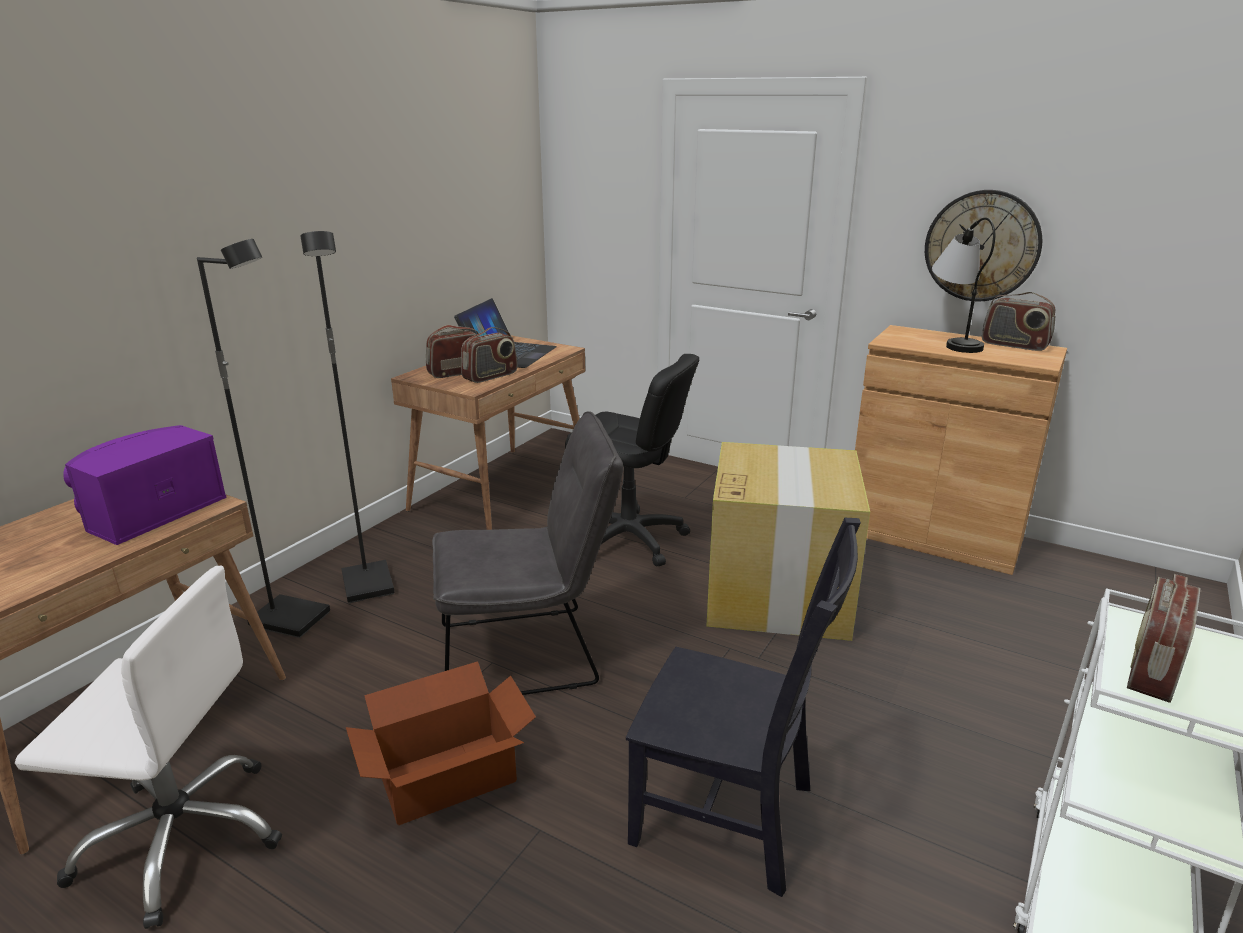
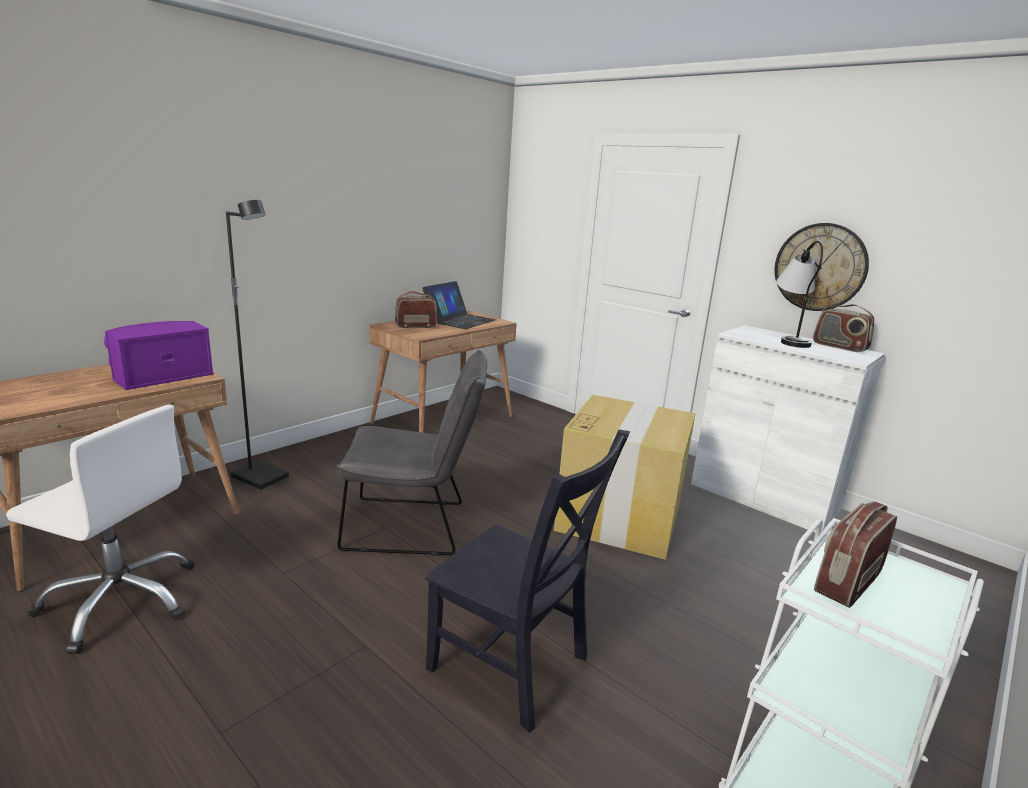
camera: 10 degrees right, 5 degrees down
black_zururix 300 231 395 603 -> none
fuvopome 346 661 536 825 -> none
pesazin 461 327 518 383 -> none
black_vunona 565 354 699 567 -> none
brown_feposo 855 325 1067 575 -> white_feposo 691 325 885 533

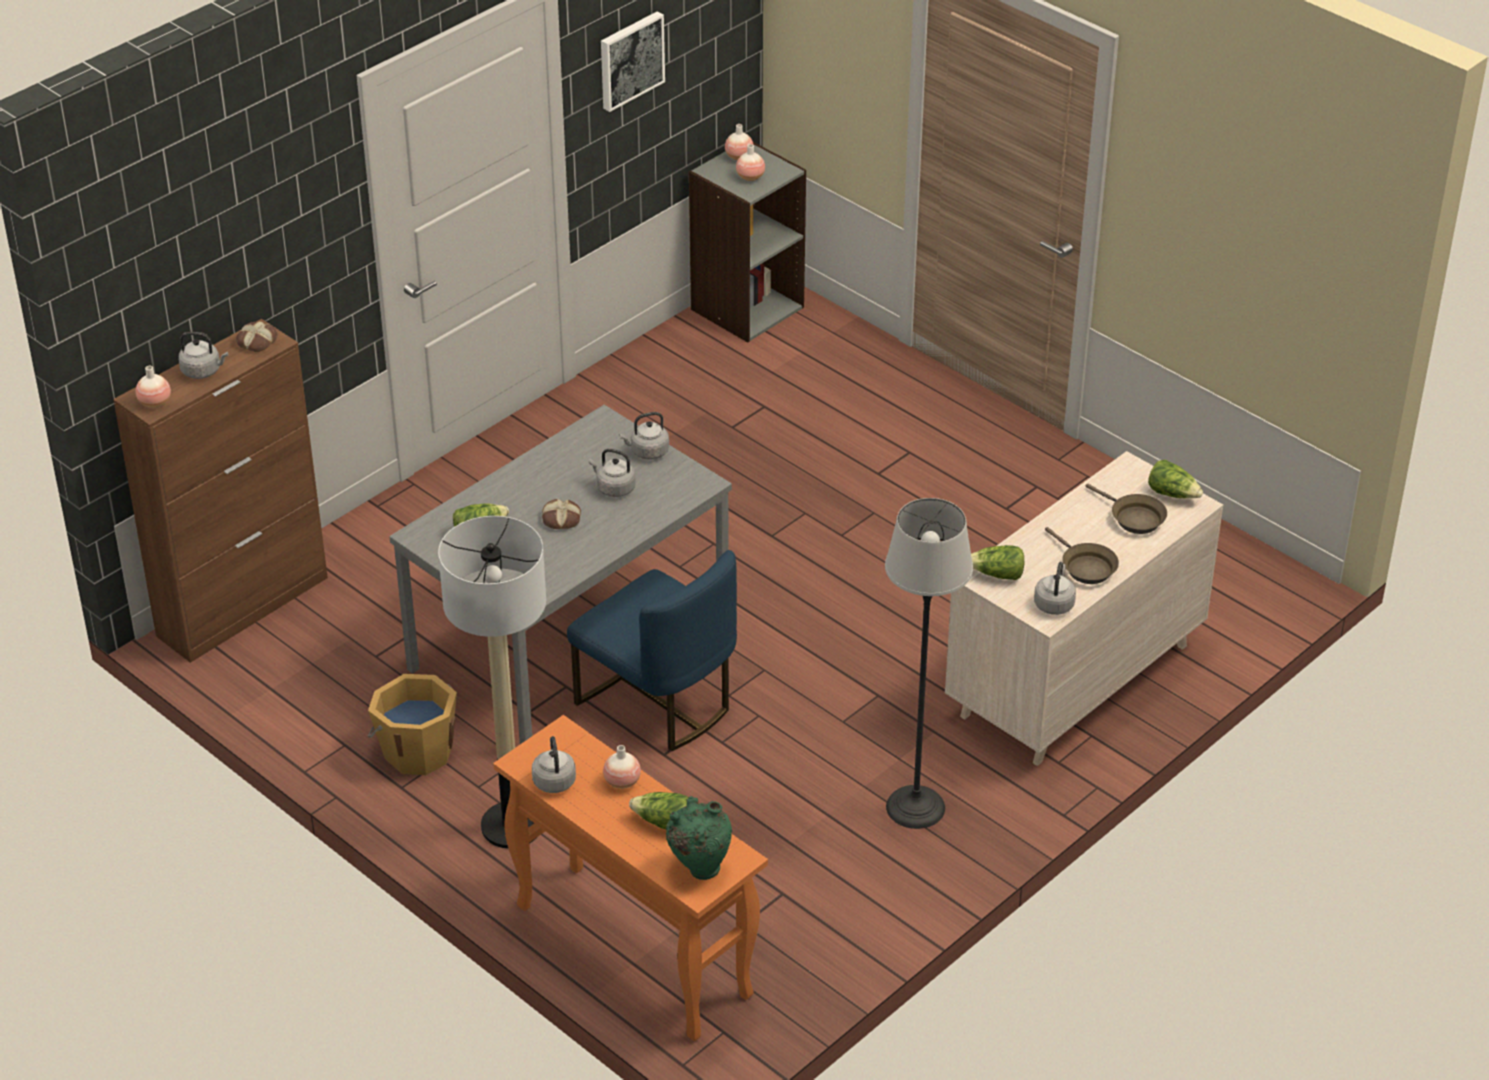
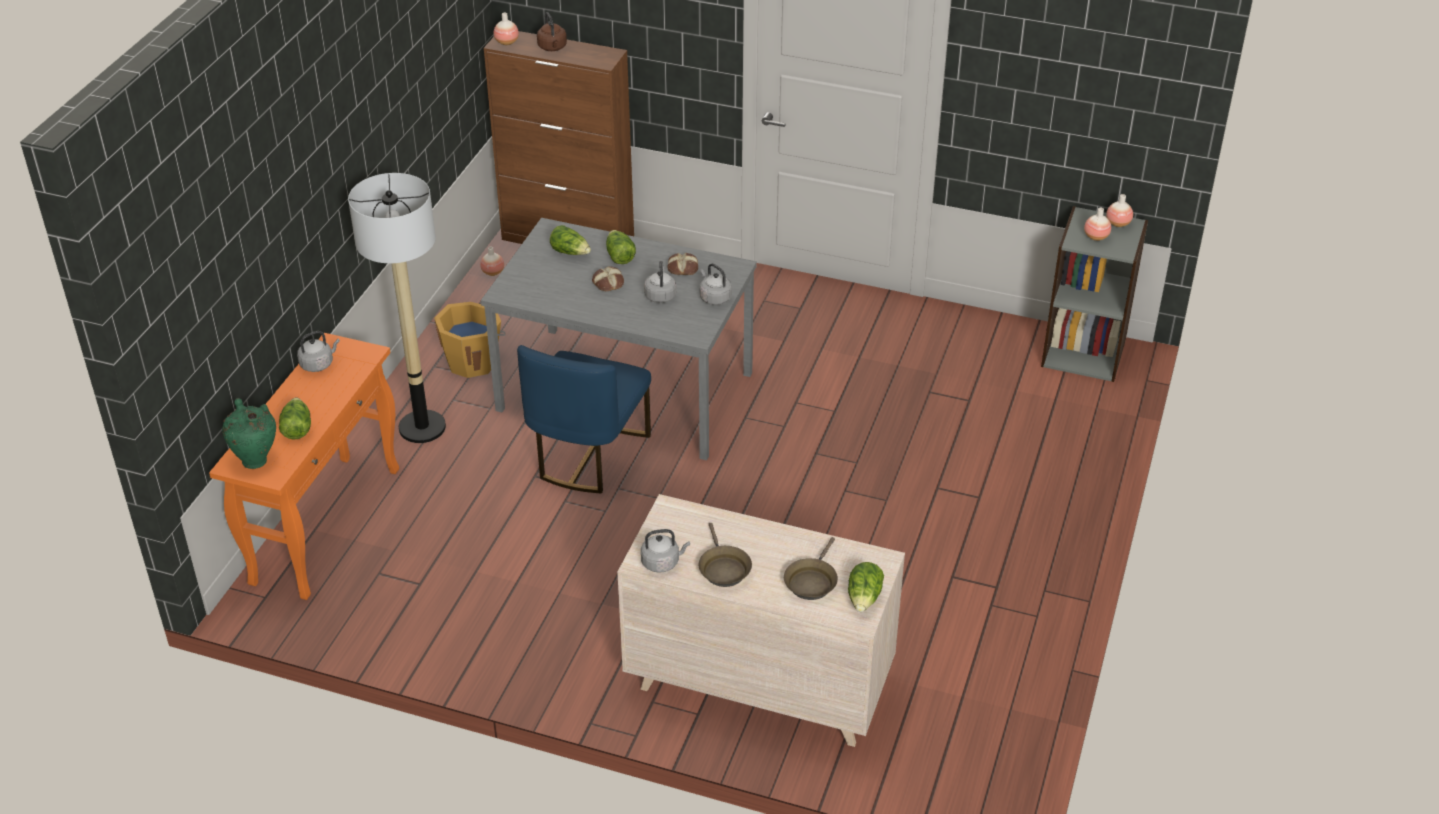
camera: 65 degrees right, 0 degrees up
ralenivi 601 11 665 112 -> none
zururix 885 498 973 829 -> none
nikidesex 236 321 278 352 -> nikidesex 667 253 698 275, relocated
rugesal 603 745 641 789 -> rugesal 480 246 504 276, relocated
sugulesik 971 545 1025 580 -> sugulesik 606 230 636 264, relocated
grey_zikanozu 178 332 228 379 -> brown_zikanozu 537 12 567 51
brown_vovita 1045 527 1119 584 -> brown_vovita 699 523 752 587, 45 degrees counterclockwise

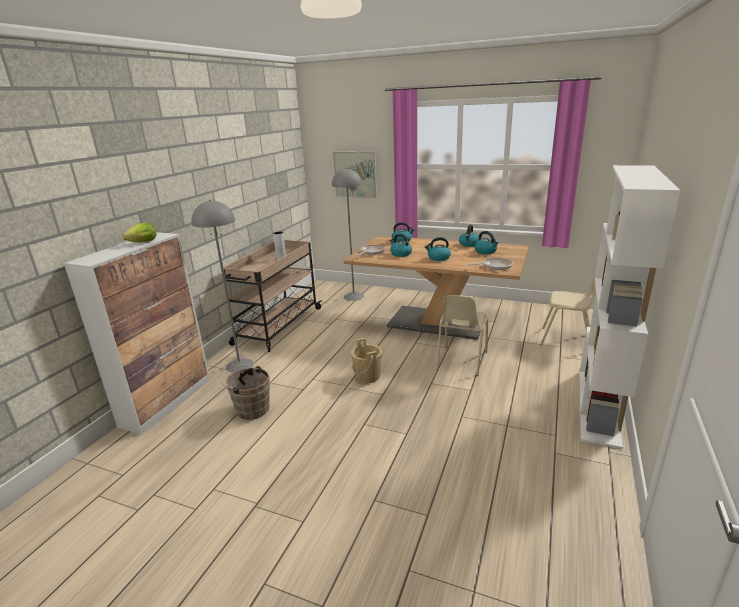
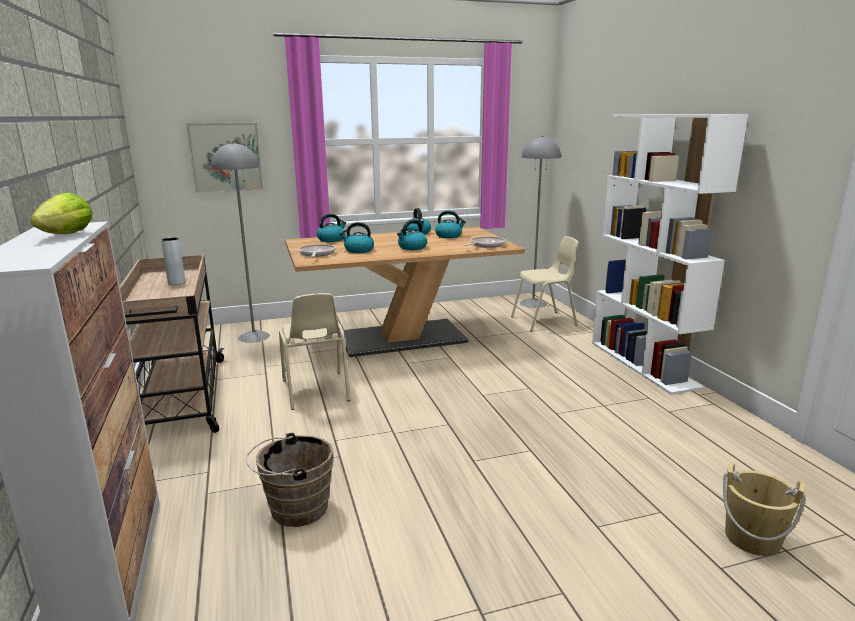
camera: 40 degrees left, 5 degrees down
grey_zururix 191 200 254 372 -> grey_zururix 520 136 561 308, relocated
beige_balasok 351 338 382 383 -> beige_balasok 723 462 806 556, relocated
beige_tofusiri 436 295 488 376 -> beige_tofusiri 279 293 350 410, relocated

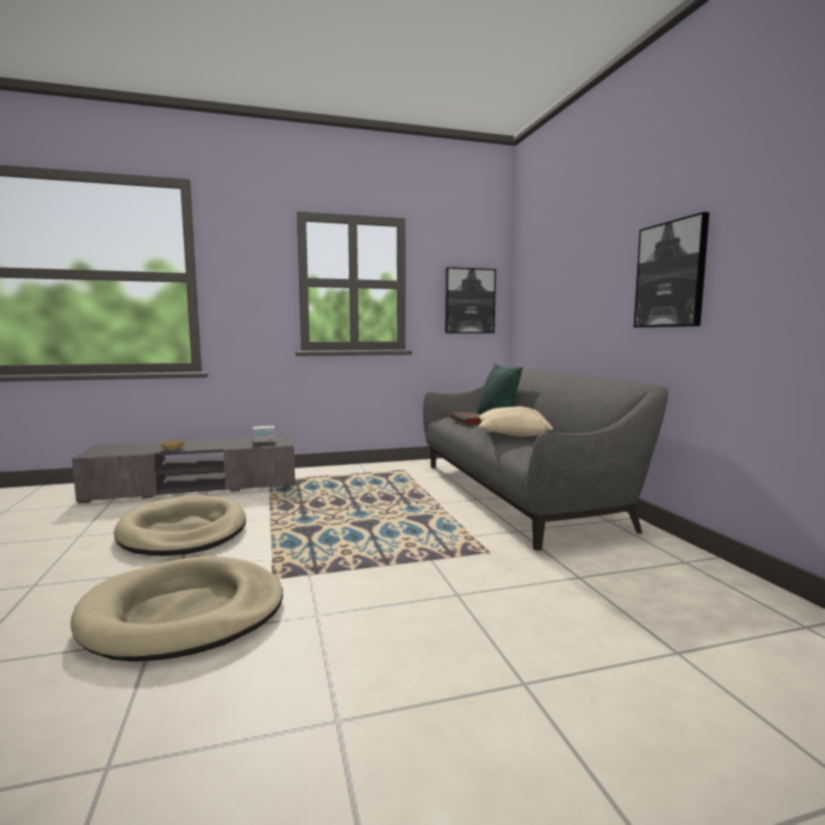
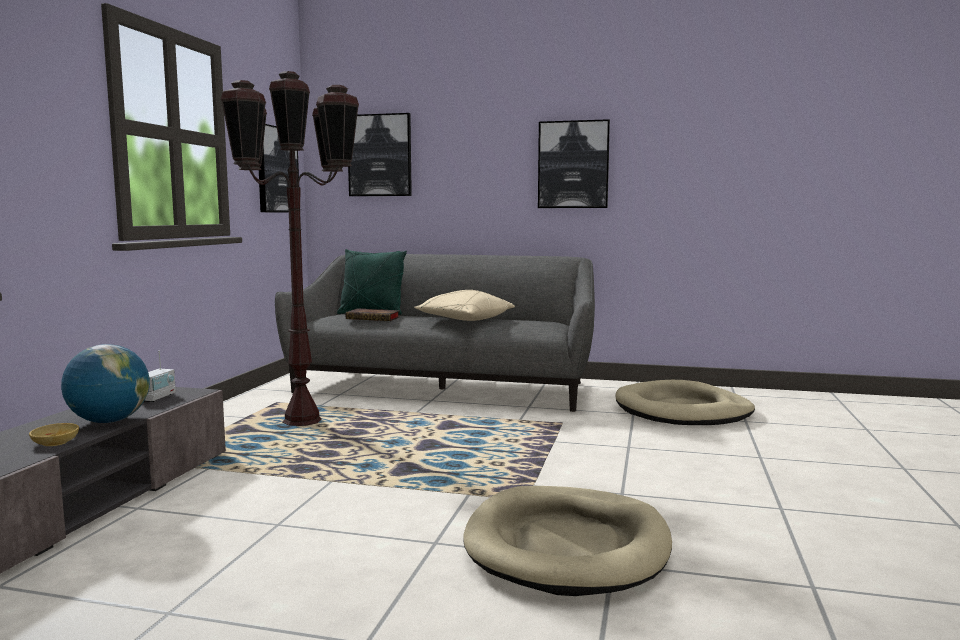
camera: 60 degrees left, 0 degrees up
none -> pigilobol 61 344 150 423
none -> brown_zururix 221 71 359 426
none -> ralenivi 348 113 412 196
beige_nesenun 114 495 246 556 -> beige_nesenun 616 380 755 425, relocated

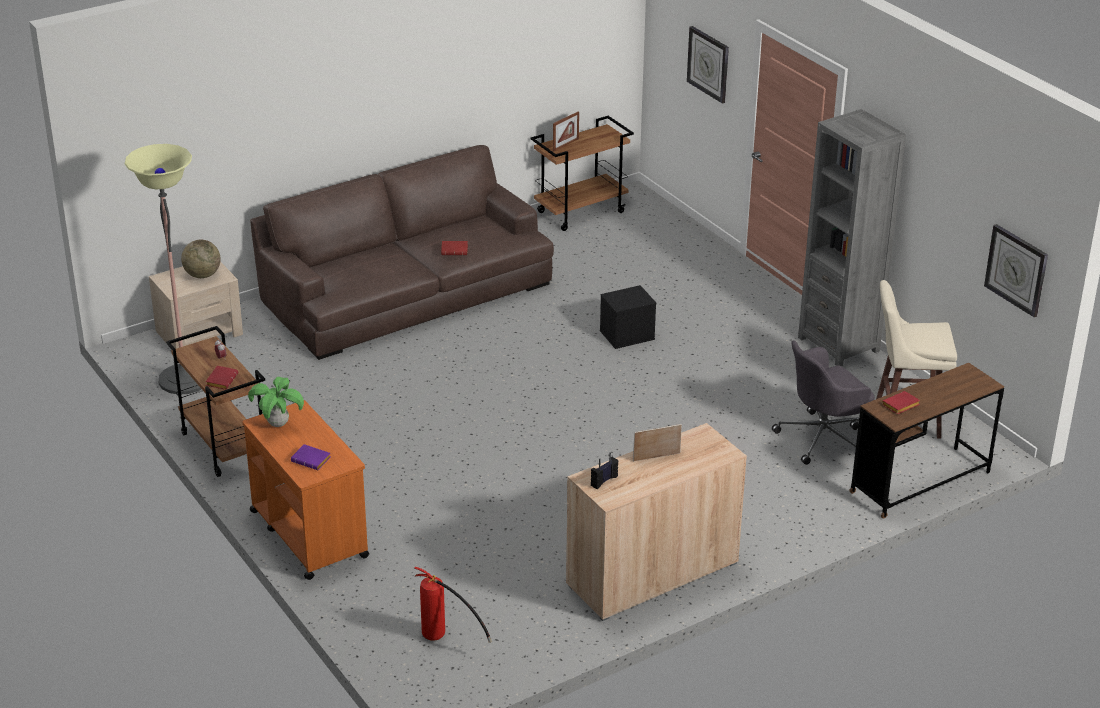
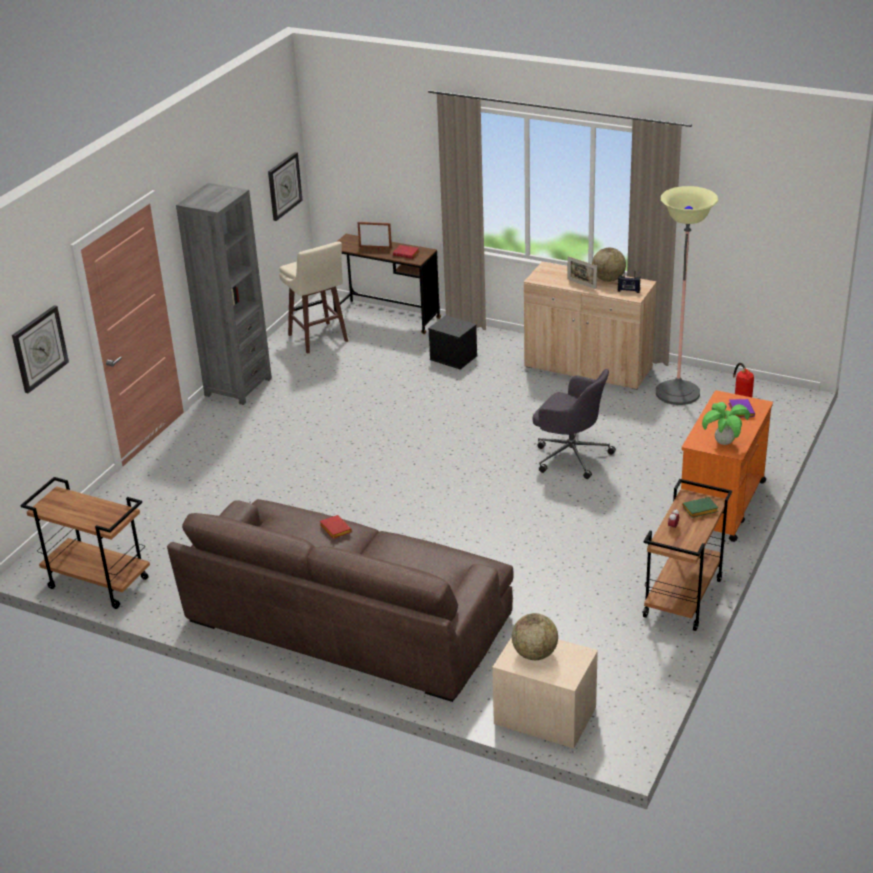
camera: 120 degrees left, 0 degrees up
none -> pigilobol 592 248 626 282
zururix 125 144 202 394 -> zururix 656 186 718 405, relocated
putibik 553 112 579 151 -> putibik 357 222 392 248, relocated
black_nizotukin 600 285 657 349 -> black_nizotukin 428 315 477 369, relocated
grey_vunona 772 340 875 465 -> grey_vunona 532 369 616 479, relocated
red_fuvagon 206 366 238 390 -> green_fuvagon 682 497 718 518

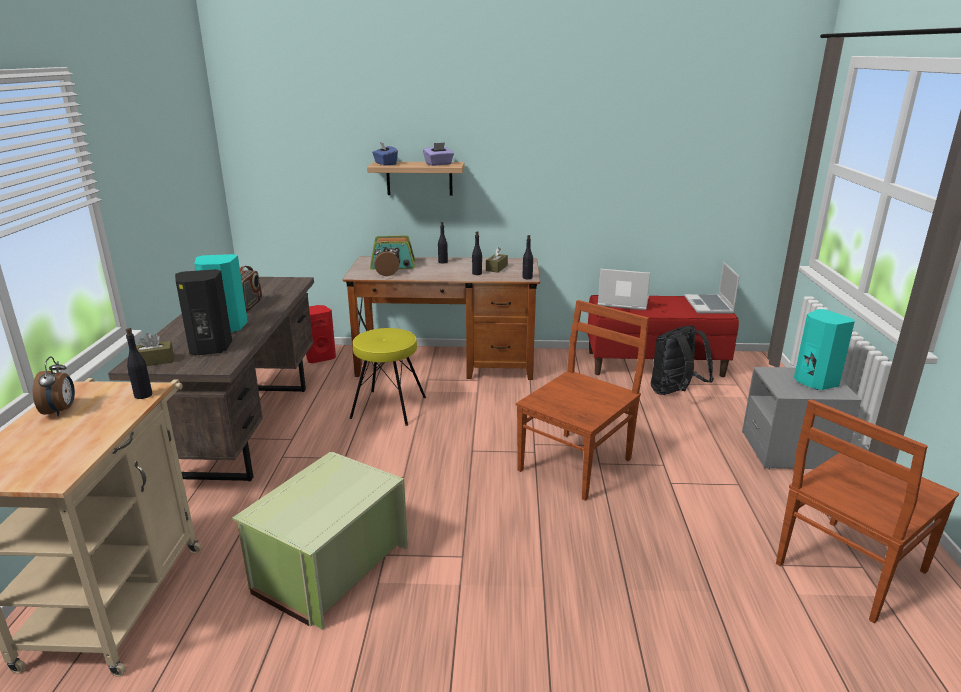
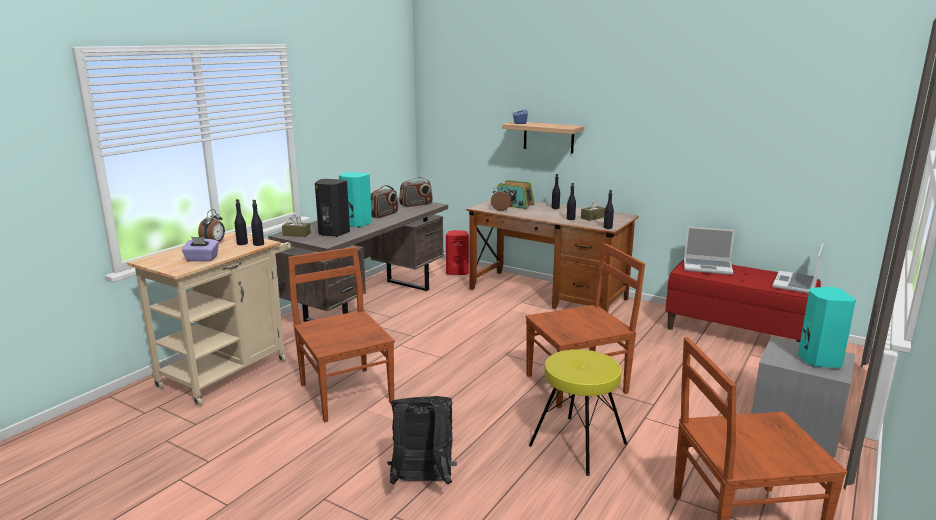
camera: 30 degrees right, 5 degrees down
none -> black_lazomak 235 199 248 245
none -> pesazin 399 177 433 207
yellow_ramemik 349 328 426 426 -> yellow_ramemik 529 349 627 476, relocated
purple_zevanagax 423 143 454 166 -> purple_zevanagax 182 237 219 261, relocated
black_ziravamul 651 326 714 395 -> black_ziravamul 387 396 457 484, relocated
green_nizotukin 232 452 408 630 -> brown_tofusiri 288 247 395 422
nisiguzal 598 269 650 310 -> nisiguzal 684 227 735 275, 150 degrees clockwise

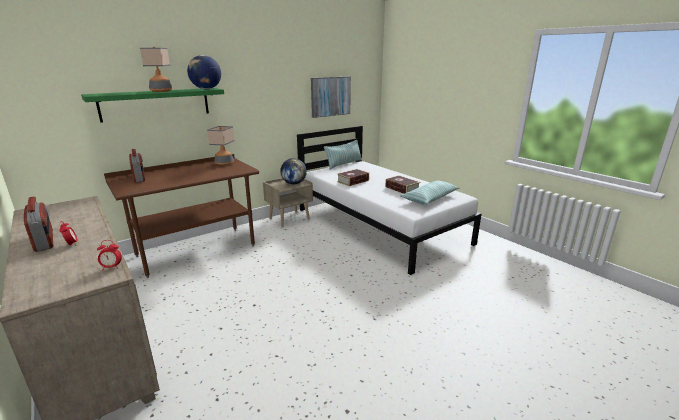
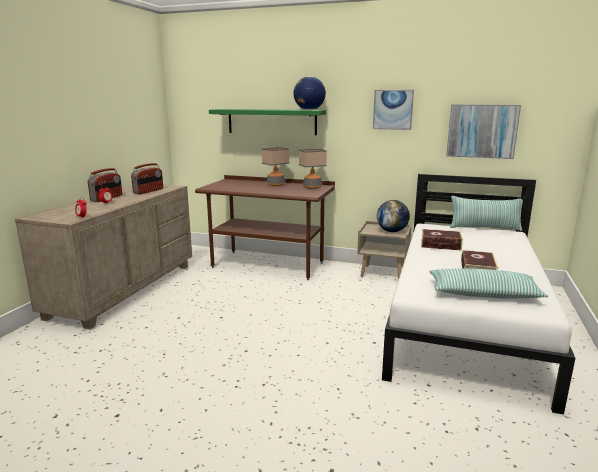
camera: 55 degrees right, 5 degrees down
none -> ralenivi 373 90 414 130
pesazin 129 149 145 183 -> pesazin 131 163 163 194, relocated
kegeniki 140 47 172 92 -> kegeniki 262 147 289 186, relocated

